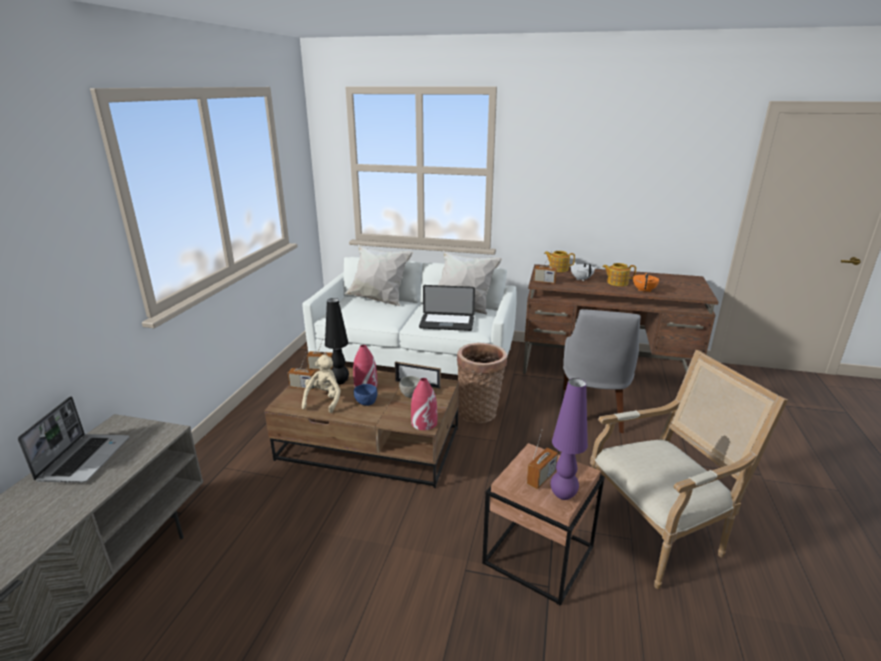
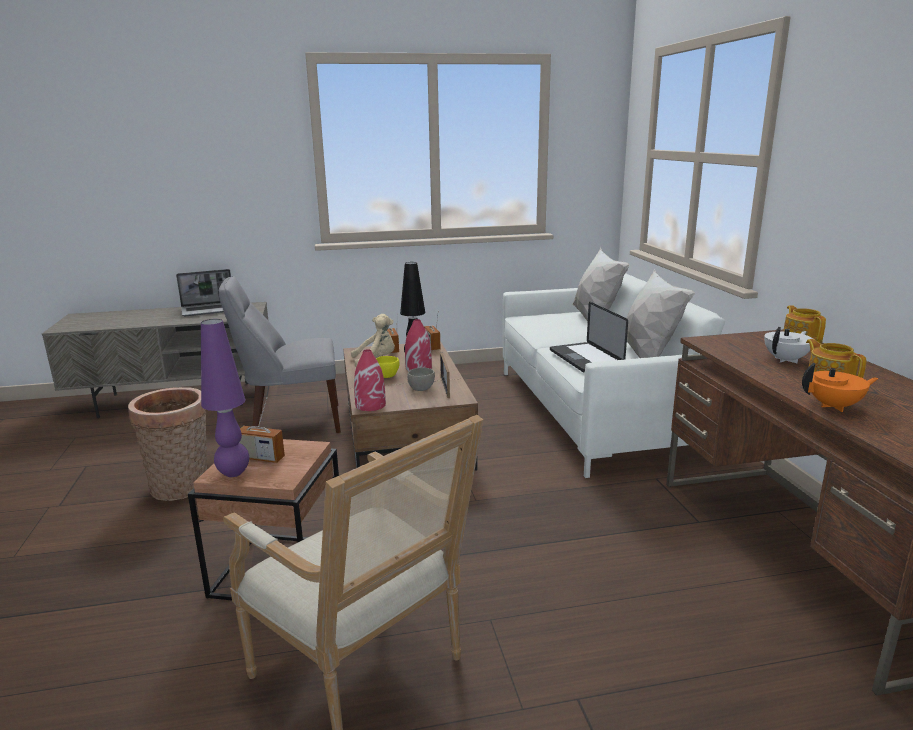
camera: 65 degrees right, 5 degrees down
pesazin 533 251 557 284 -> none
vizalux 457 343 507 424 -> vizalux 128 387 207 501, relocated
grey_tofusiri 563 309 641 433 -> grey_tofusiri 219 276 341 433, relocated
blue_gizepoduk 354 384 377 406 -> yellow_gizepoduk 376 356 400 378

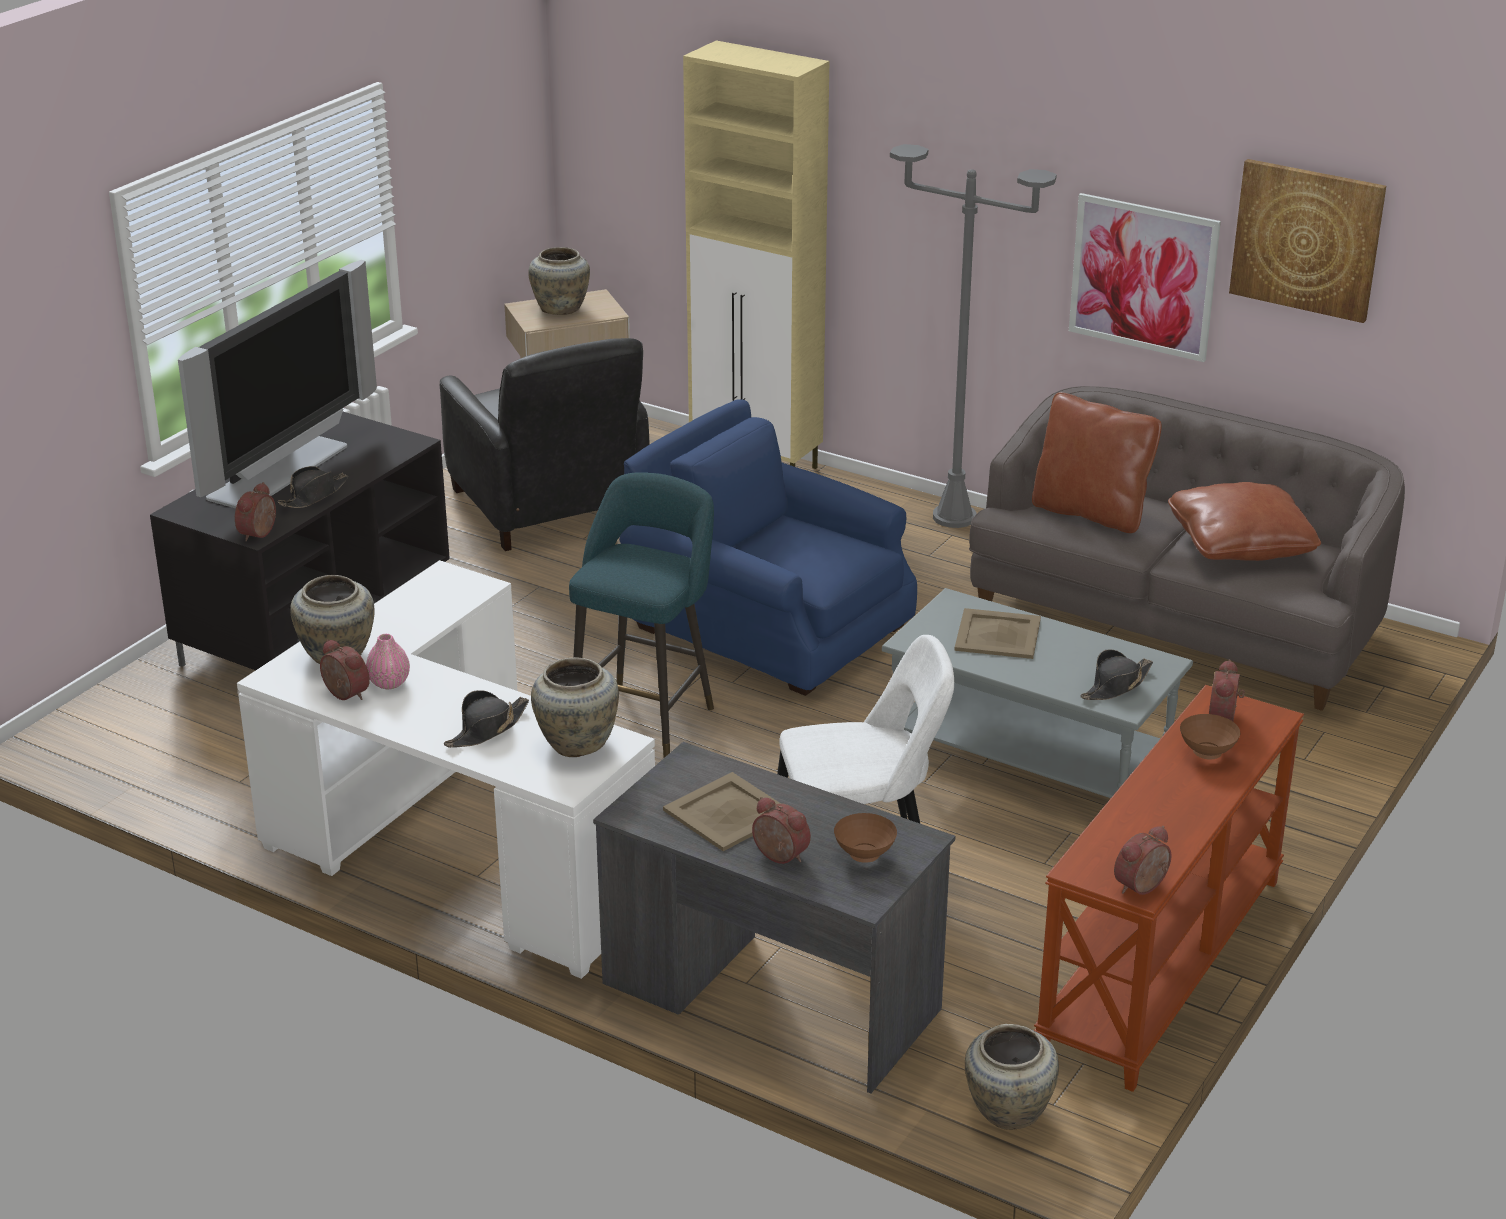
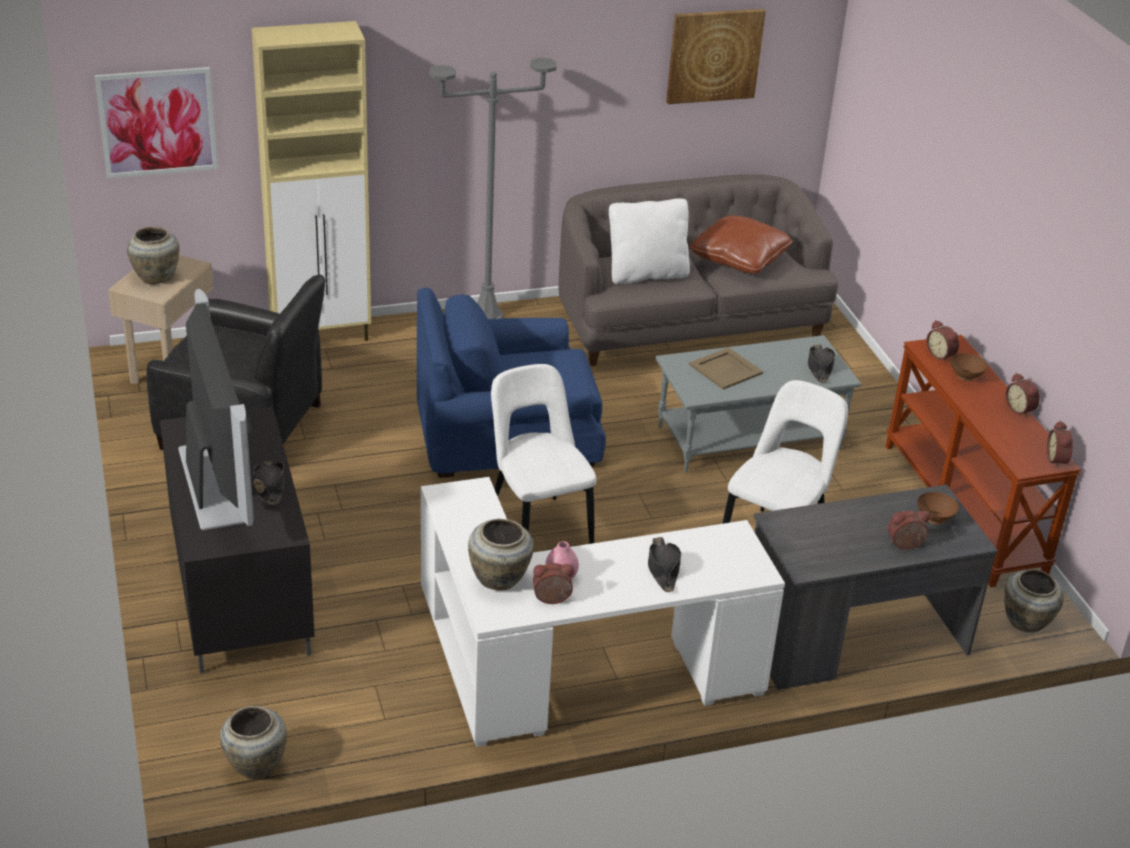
camera: 50 degrees left, 5 degrees up
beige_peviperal 663 772 781 851 -> none
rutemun 235 482 276 541 -> rutemun 1005 373 1039 417, relocated
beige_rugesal 531 657 619 757 -> beige_rugesal 220 706 287 780, relocated
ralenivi 1069 193 1221 362 -> ralenivi 95 67 218 179, relocated
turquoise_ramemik 569 472 714 758 -> white_tofusiri 491 364 597 544
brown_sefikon 1032 392 1162 533 -> white_sefikon 609 198 690 284

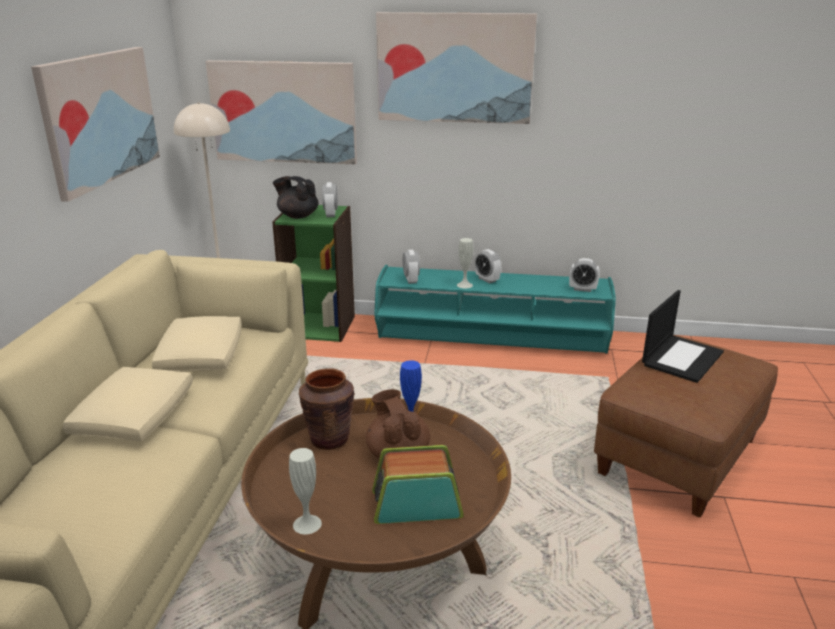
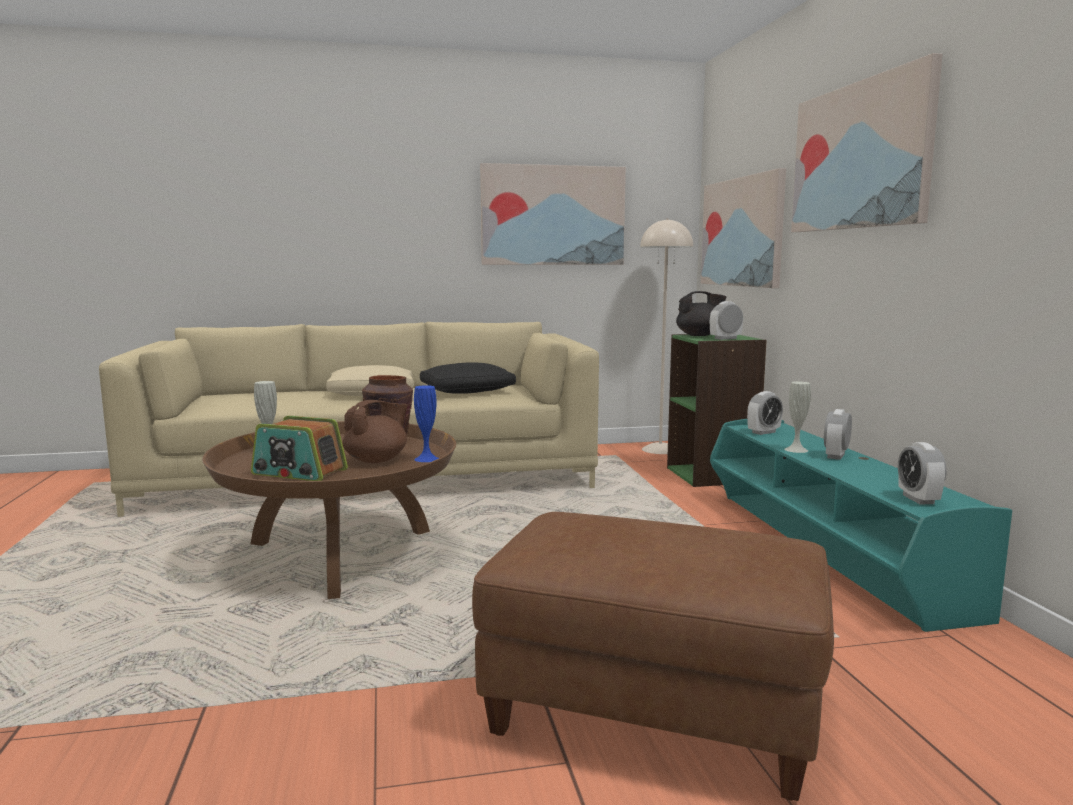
camera: 70 degrees right, 15 degrees down
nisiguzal 642 290 724 383 -> none
beige_sefikon 152 316 242 372 -> black_sefikon 420 363 516 393
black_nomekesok 273 176 318 219 -> black_nomekesok 676 291 726 336, 75 degrees clockwise
pesazin 372 445 464 524 -> pesazin 251 416 348 481, 135 degrees clockwise

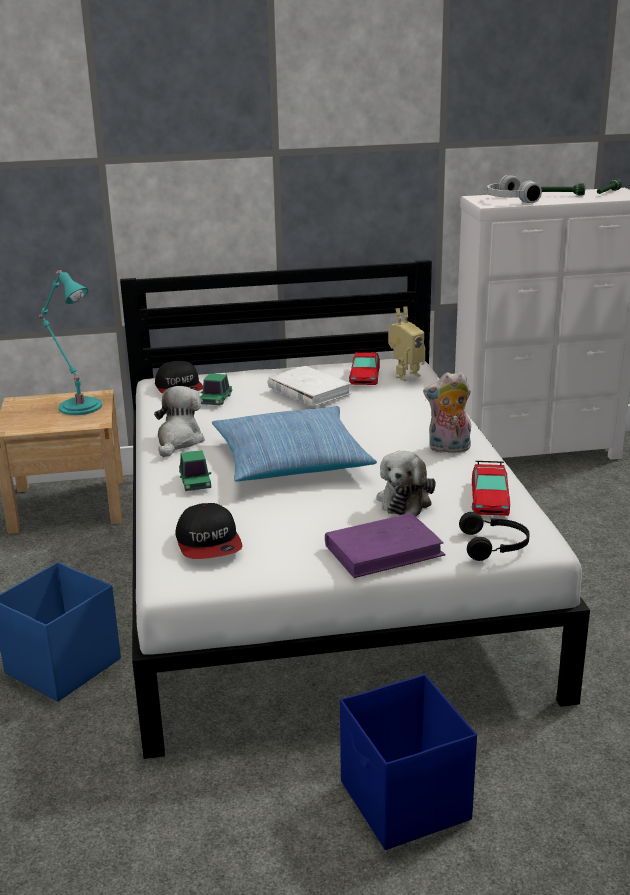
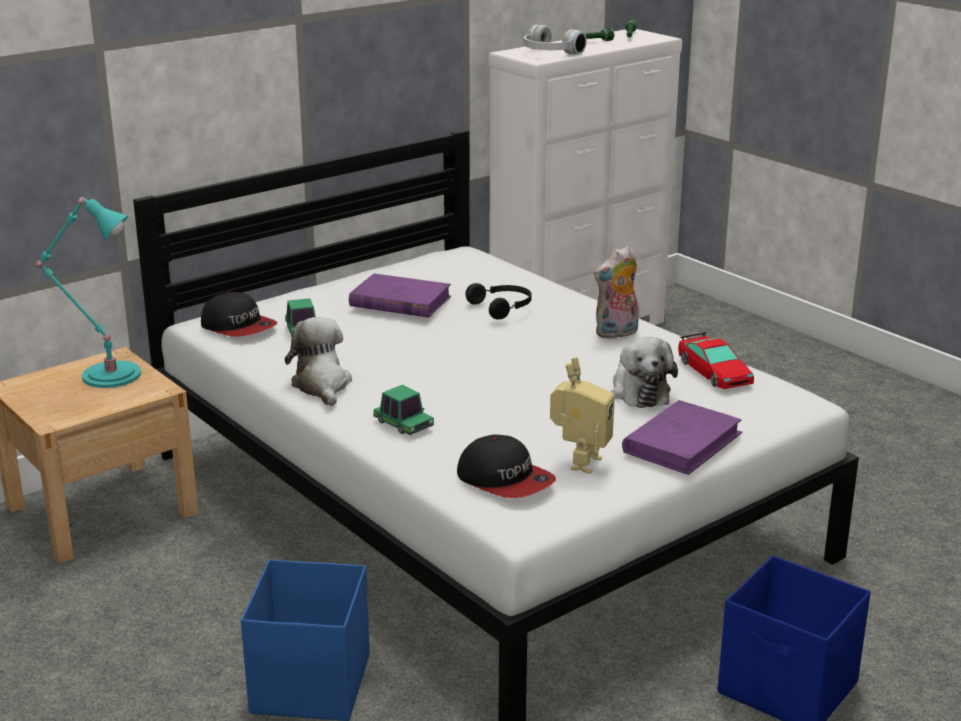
camera: 30 degrees left, 0 degrees up
sefikon 212 406 377 482 -> none
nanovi 349 350 380 385 -> none
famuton 388 306 425 381 -> famuton 550 357 615 474, relocated
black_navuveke 459 512 530 561 -> black_navuveke 465 283 531 320, relocated
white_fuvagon 268 366 351 407 -> purple_fuvagon 349 273 451 318

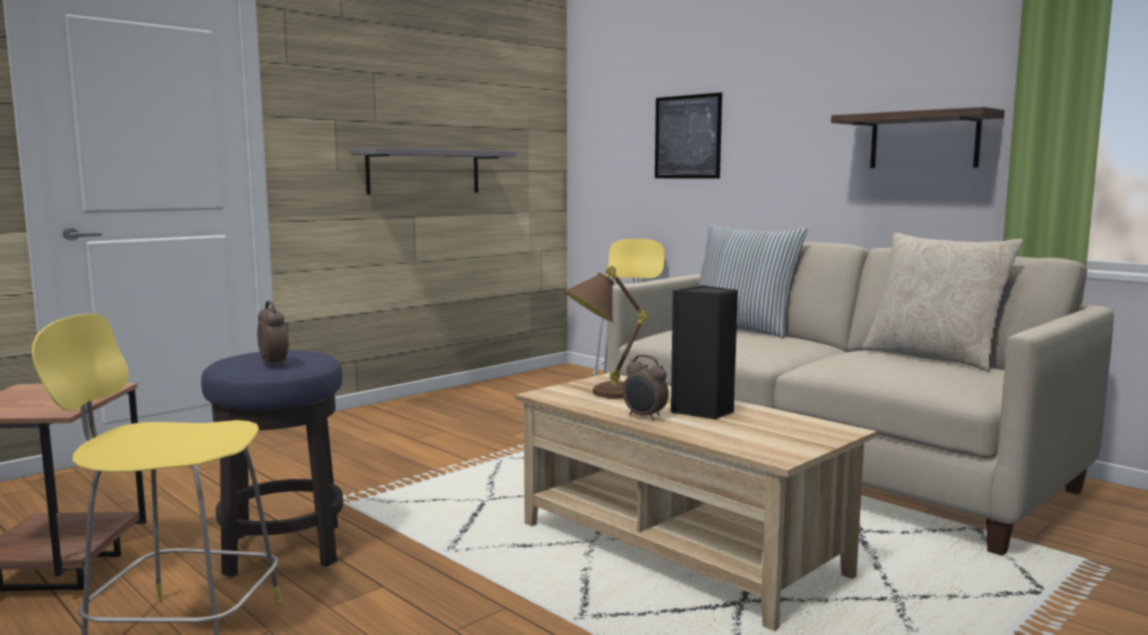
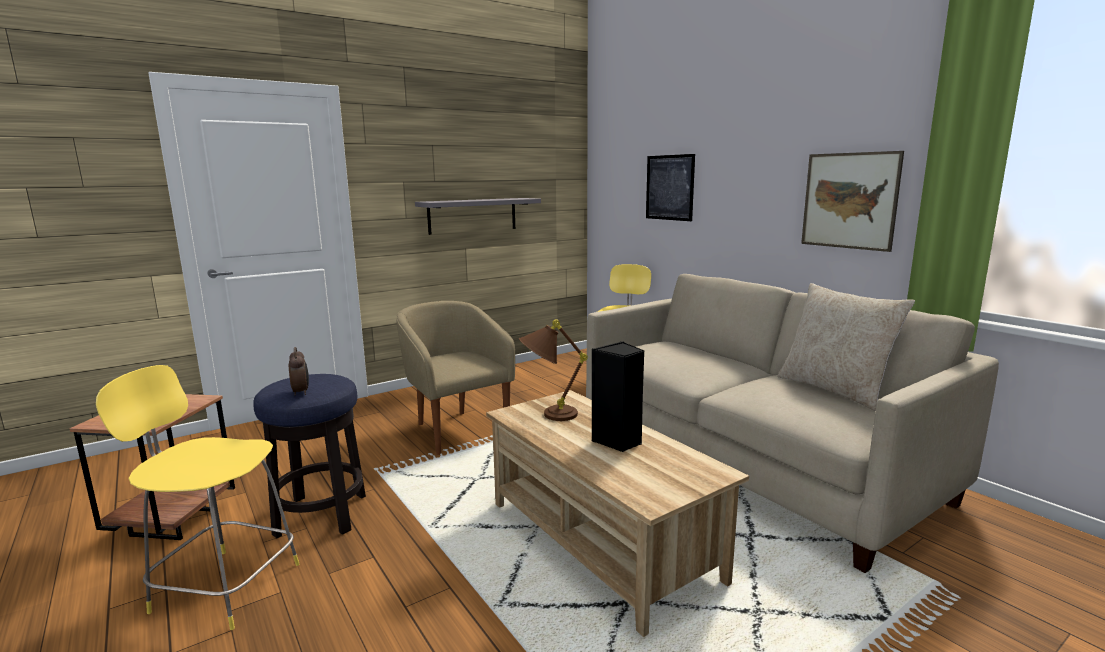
camera: 10 degrees right, 5 degrees up
rutemun 623 355 669 420 -> none
sefikon 699 224 808 338 -> none
none -> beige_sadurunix 396 301 515 455
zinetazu 831 107 1005 168 -> ralenivi 801 151 904 252

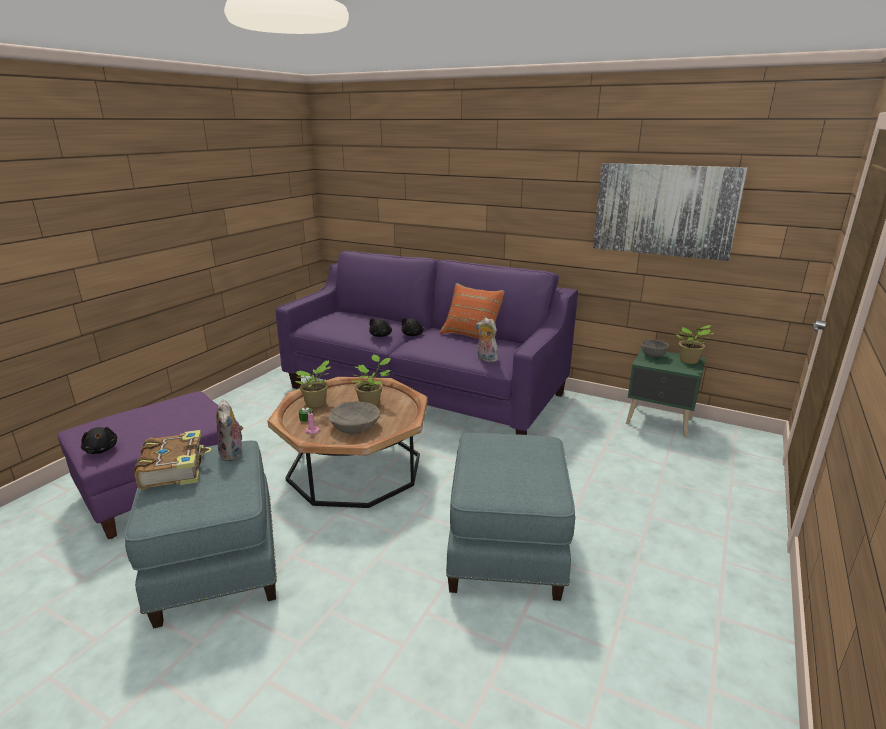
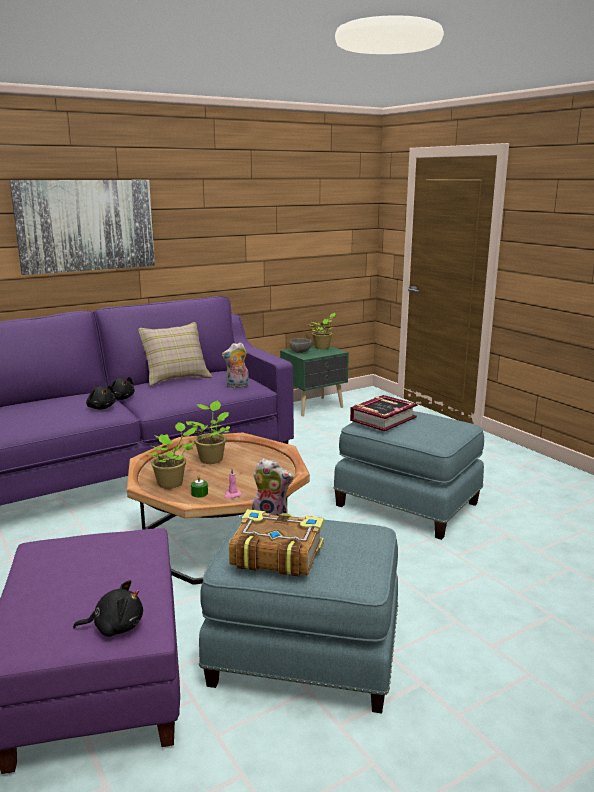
camera: 60 degrees left, 5 degrees down
beige_gizepoduk 328 401 380 434 -> none
none -> fuvagon 350 395 417 431
ralenivi 593 163 747 261 -> ralenivi 9 180 155 275, relocated
orange_sefikon 440 283 504 339 -> beige_sefikon 139 322 212 386

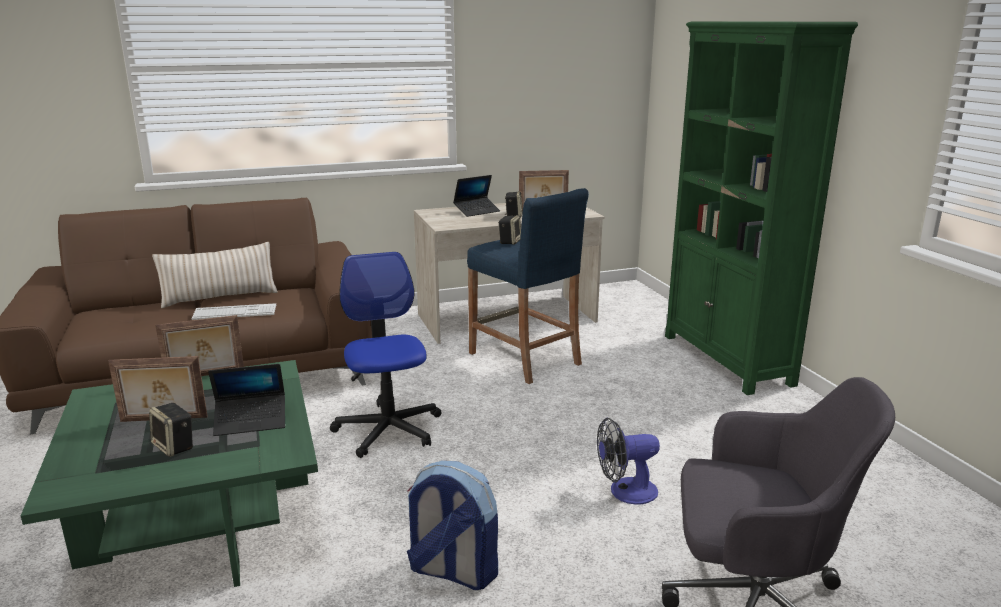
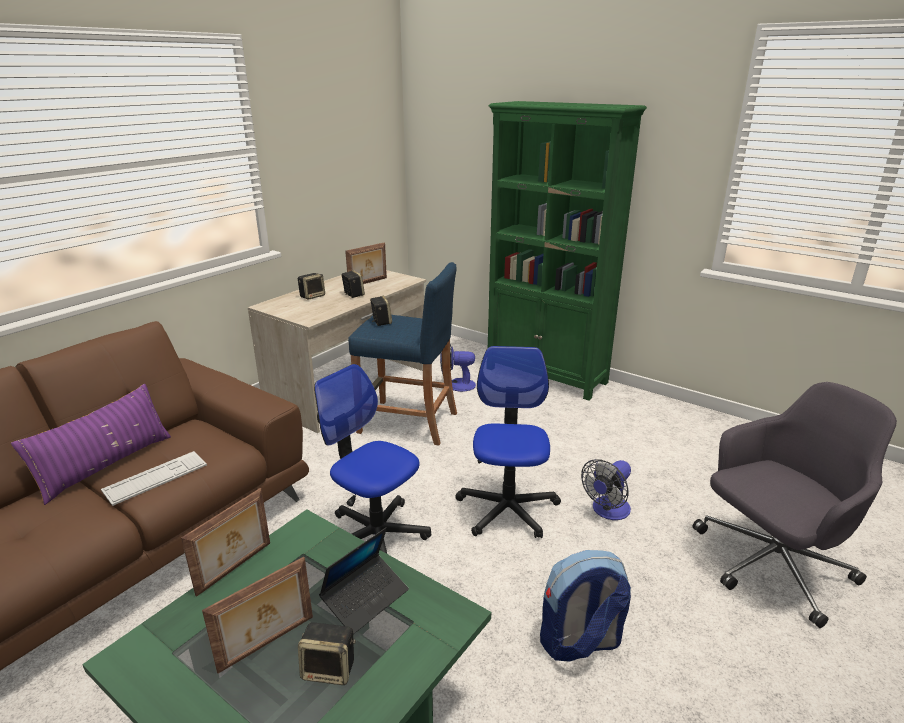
camera: 35 degrees left, 5 degrees up
none -> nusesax 440 344 476 392
none -> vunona 456 346 561 538
nisiguzal 453 175 500 217 -> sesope 298 273 325 300
beige_sefikon 152 242 278 308 -> purple_sefikon 10 384 171 505

